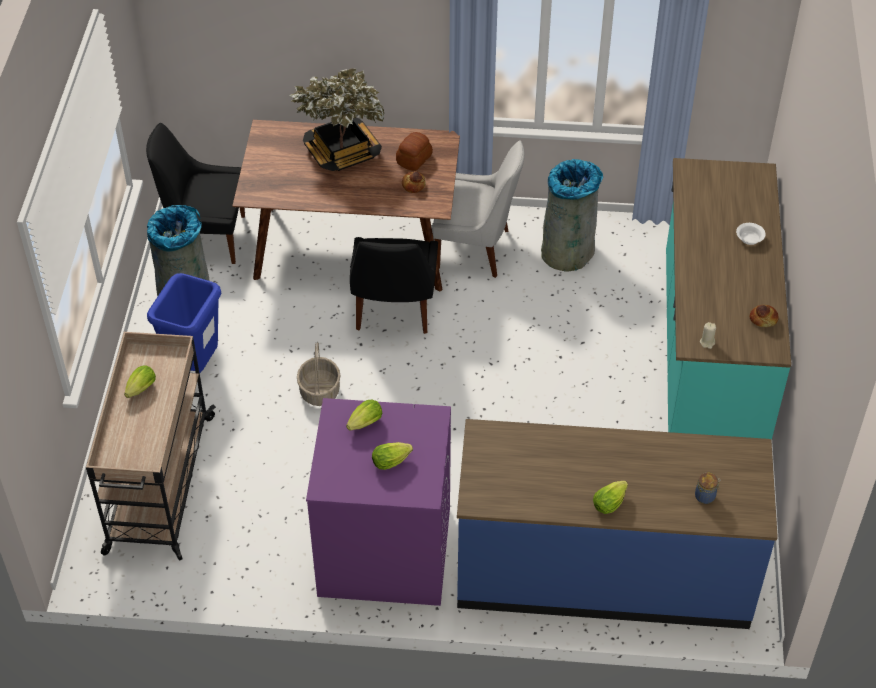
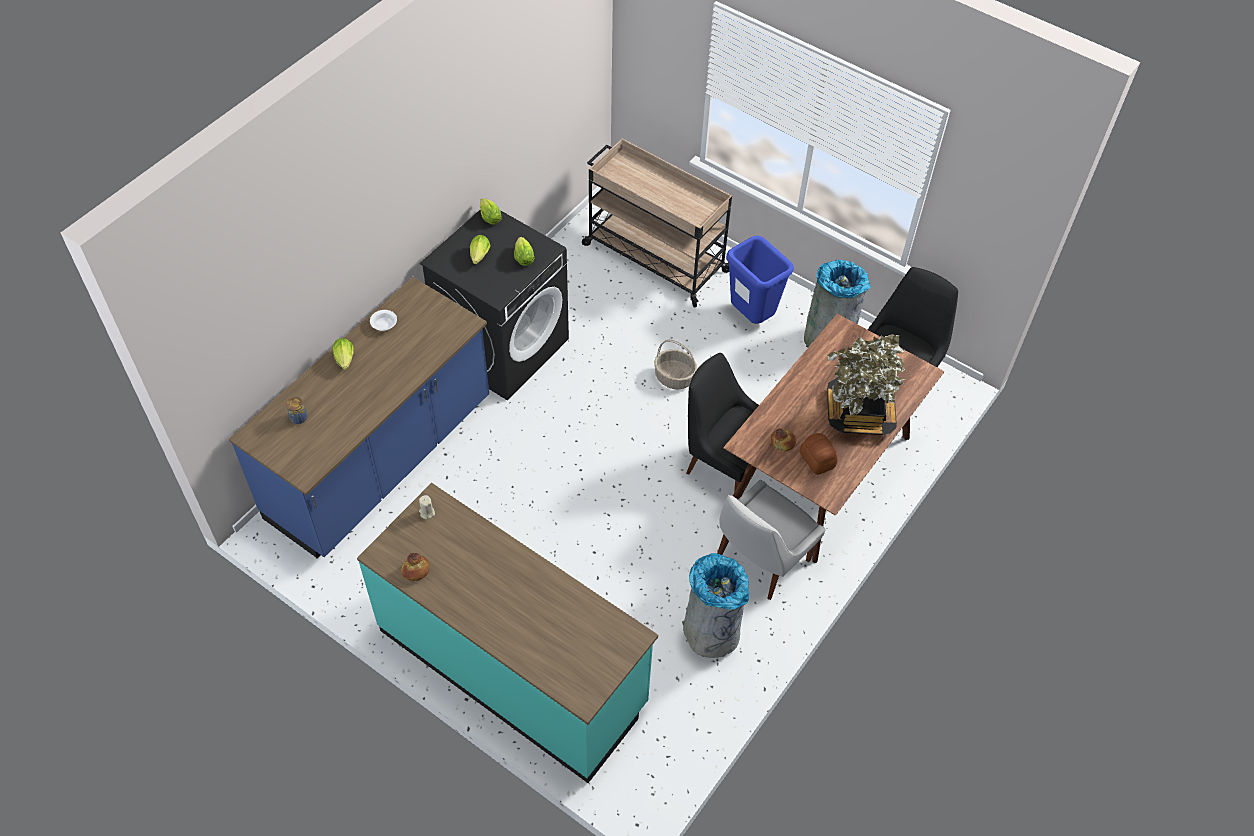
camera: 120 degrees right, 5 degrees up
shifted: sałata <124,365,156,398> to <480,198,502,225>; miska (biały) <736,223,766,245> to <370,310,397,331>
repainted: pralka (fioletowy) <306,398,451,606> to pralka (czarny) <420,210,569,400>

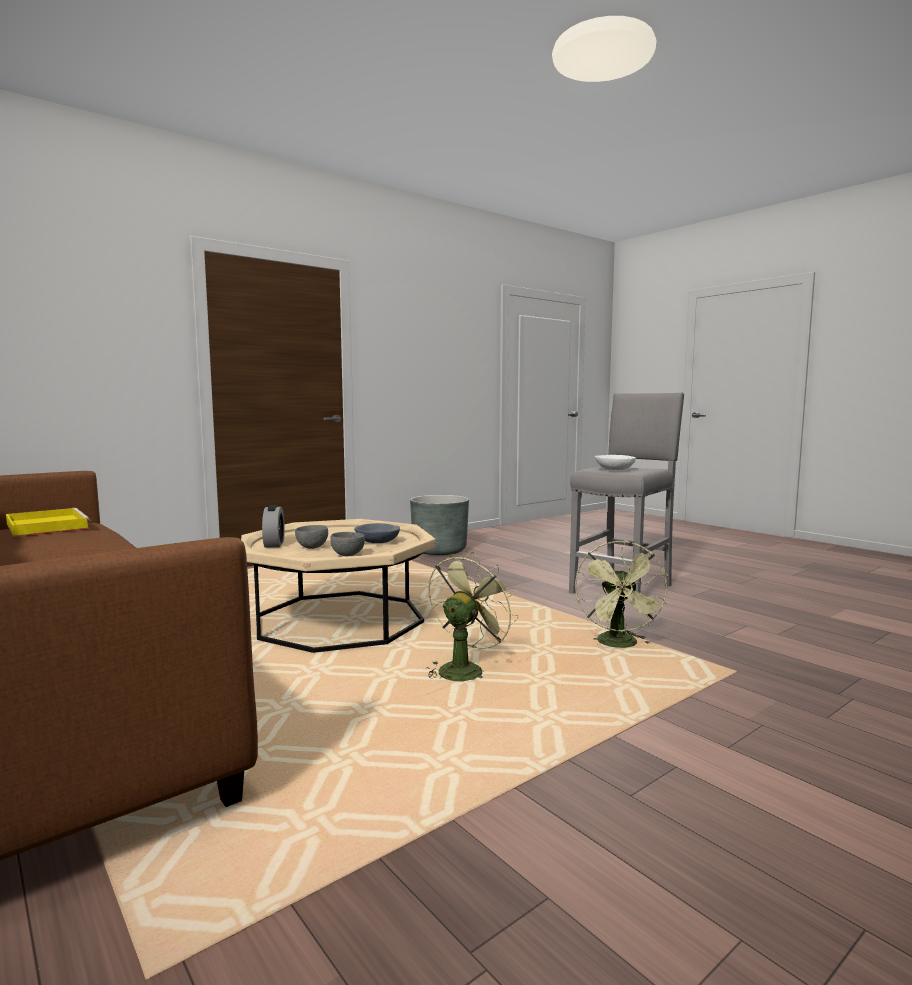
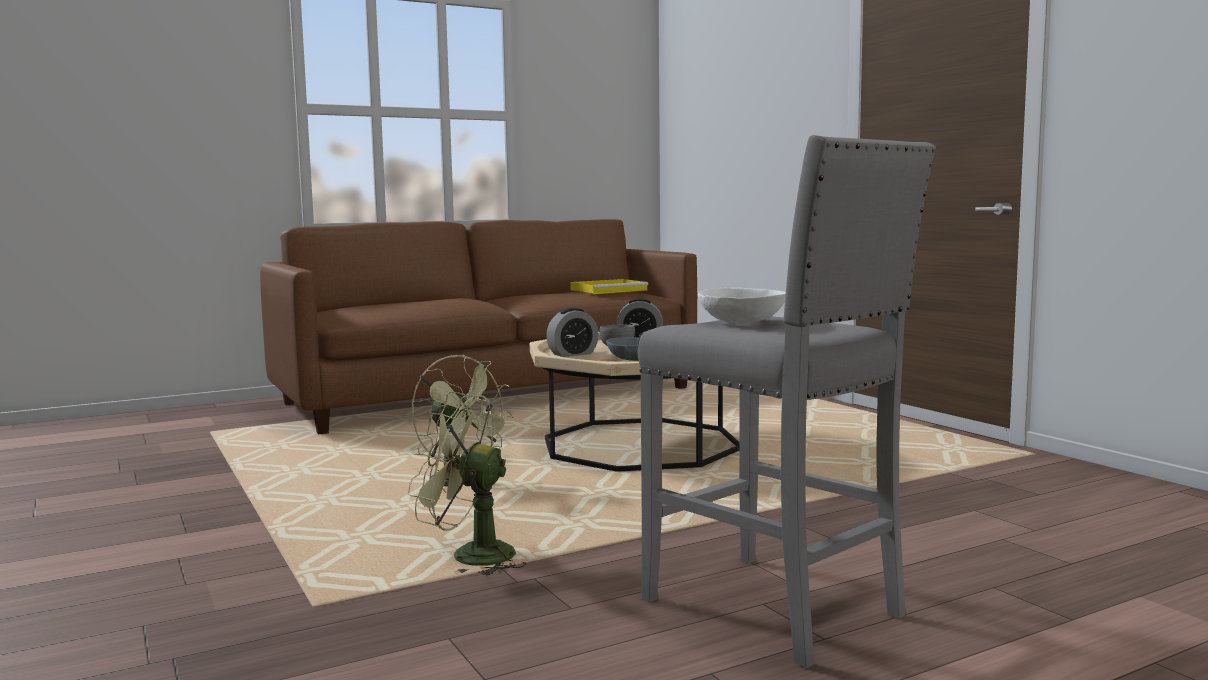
camera: 100 degrees right, 0 degrees up
gone: donica (szary) <410,495,469,555>
swapped: miska (szary) <330,532,365,556> to budzik <546,308,599,357>

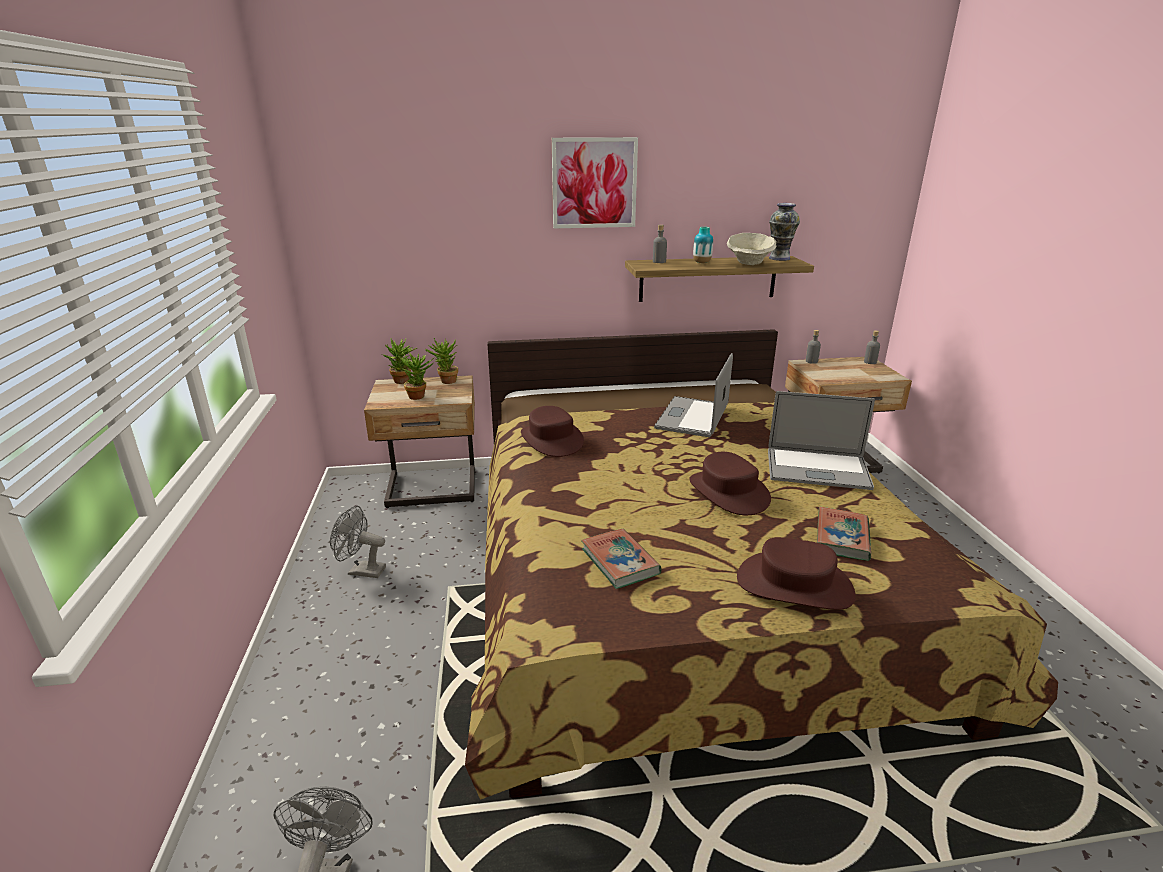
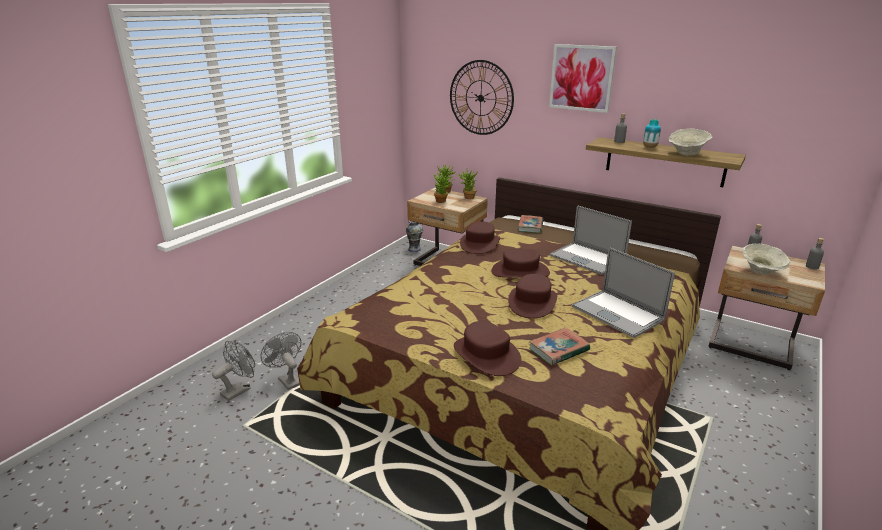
camera: 40 degrees right, 0 degrees up
new: zegar ścienny <450,60,514,135>; kapelusz (brązowy) <492,249,550,278>; miska (beżowy) <742,244,790,275>
shifted: wentylator (szary) <330,506,386,578> to <261,332,301,390>; książka <581,529,662,589> to <518,215,544,233>; wazon <769,203,800,261> to <406,221,423,252>
rotated: laptop <654,353,733,437> = <550,205,632,275> 105 degrees counterclockwise

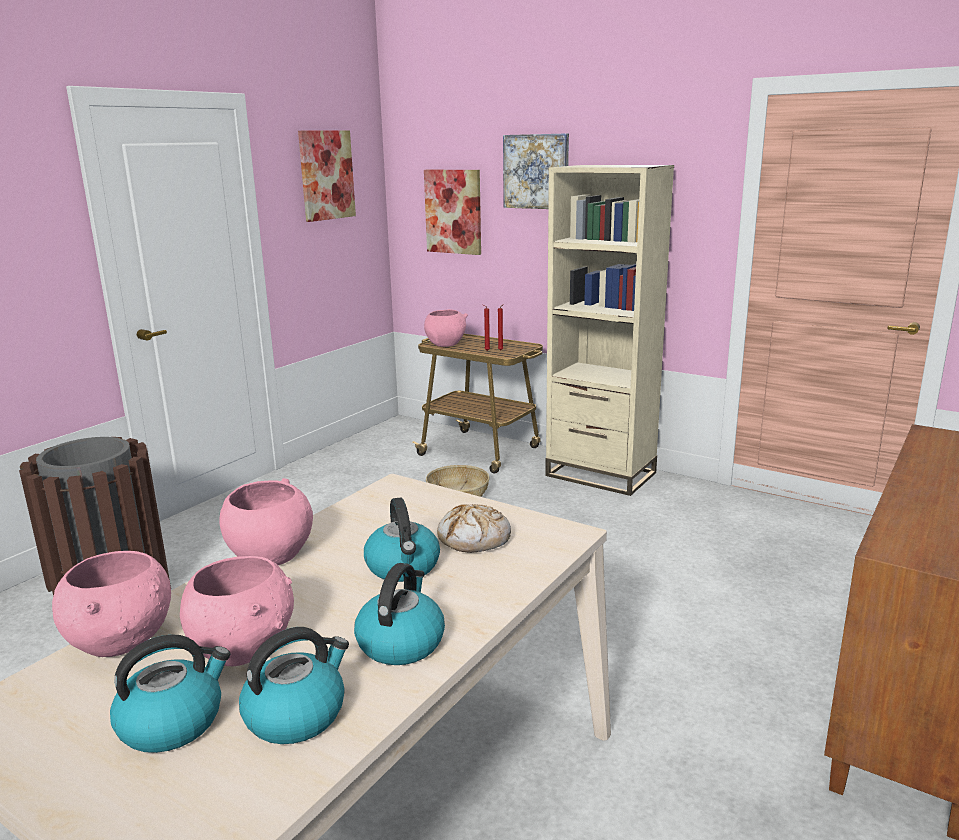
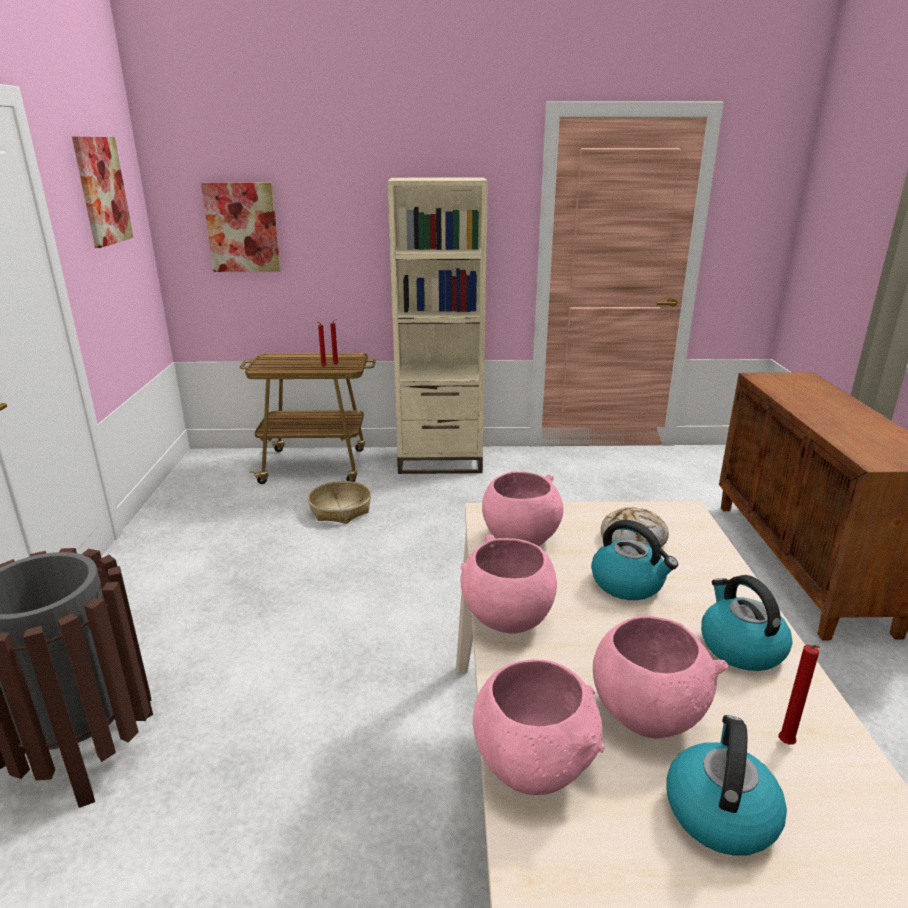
camera: 35 degrees left, 5 degrees up
gone: obraz <503,133,569,209>
shifted: miska (różowy) <424,309,468,347> to <482,471,563,546>
swapped: czajnik <239,627,349,744> to świeca (czerwony) <778,645,820,745>

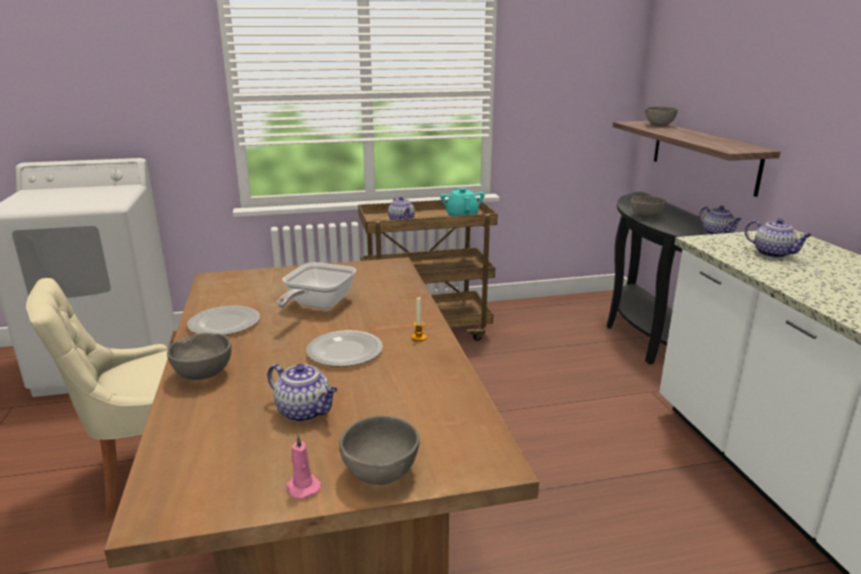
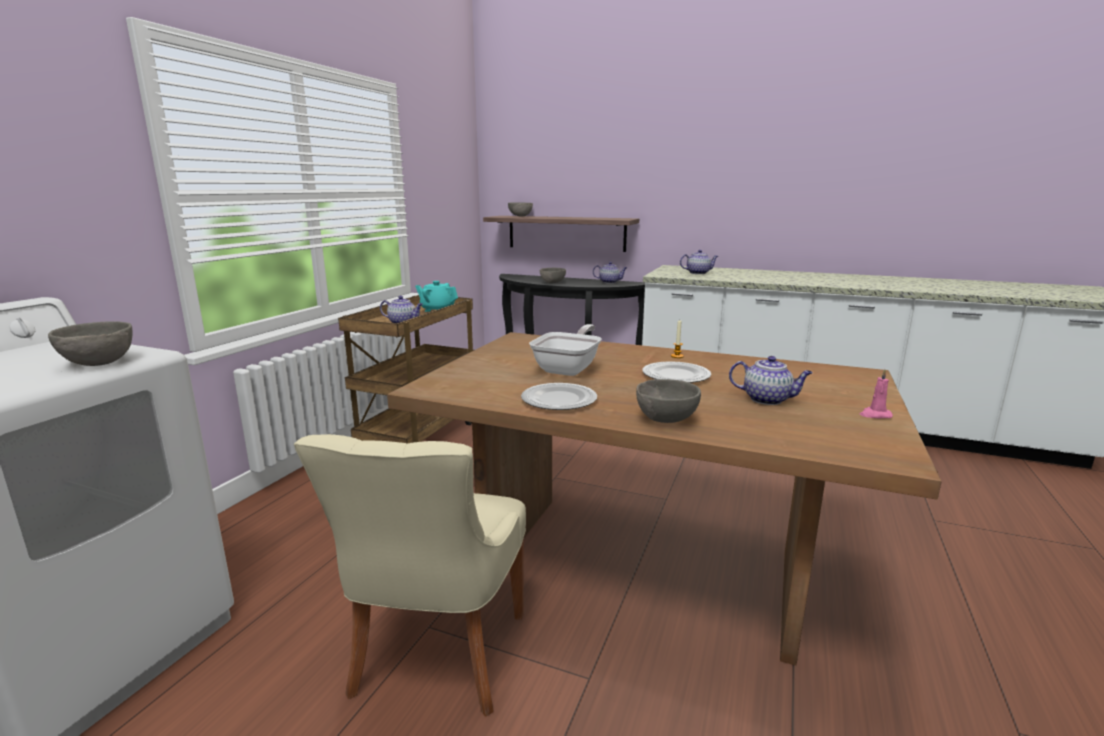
camera: 55 degrees left, 5 degrees down
shifted: miska (szary) <339,416,420,485> to <48,321,132,366>
rotated: imbryk <267,364,338,422> = <729,356,813,405> 45 degrees clockwise; patelnia <277,262,356,309> = <529,324,602,376> 120 degrees counterclockwise

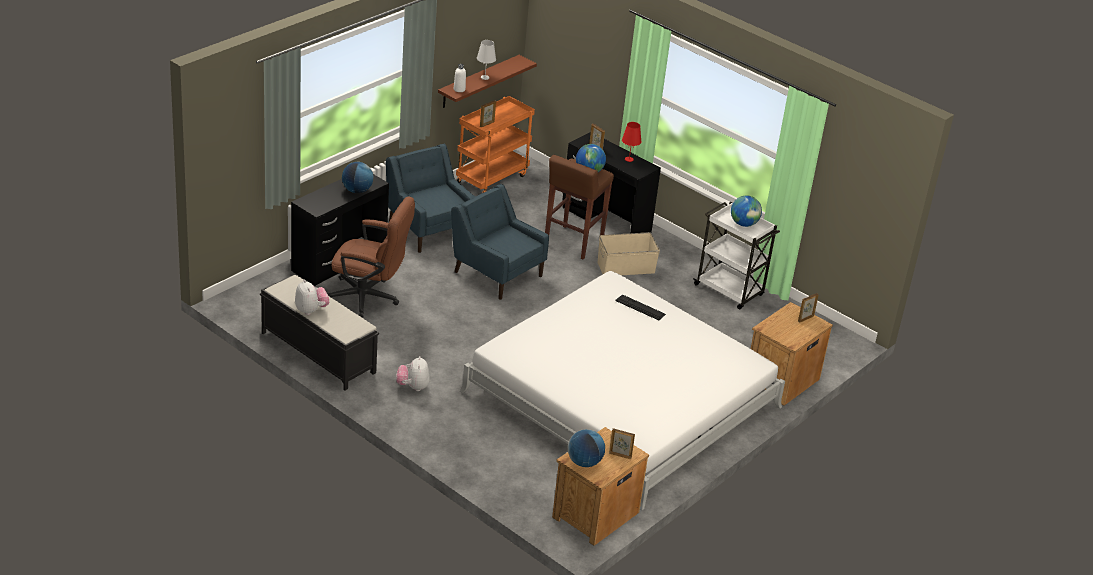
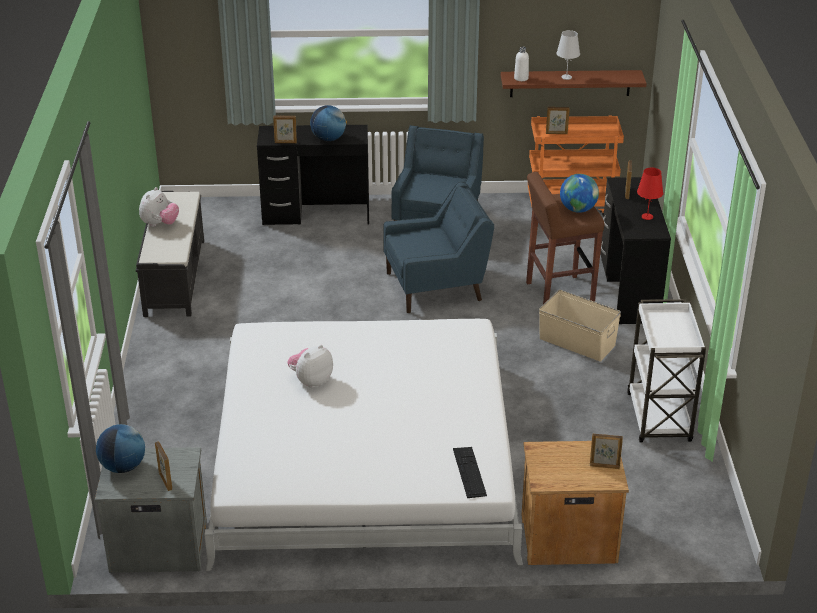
camera: 50 degrees right, 0 degrees up
gone: krzesło biurowe (brązowy) <328,197,415,317>; globus <731,195,762,227>
new: ramka na zdjęcie <273,116,297,143>
shifted: pluszak <396,356,430,391> to <287,345,333,388>; klawiatura <615,294,666,320> to <453,447,487,498>
repainted: szafka nocna (brązowy) <552,427,649,546> to szafka nocna (szary) <95,447,207,573>
rotated: fotel (niebieski) <451,184,549,300> = <383,182,494,313> 75 degrees clockwise

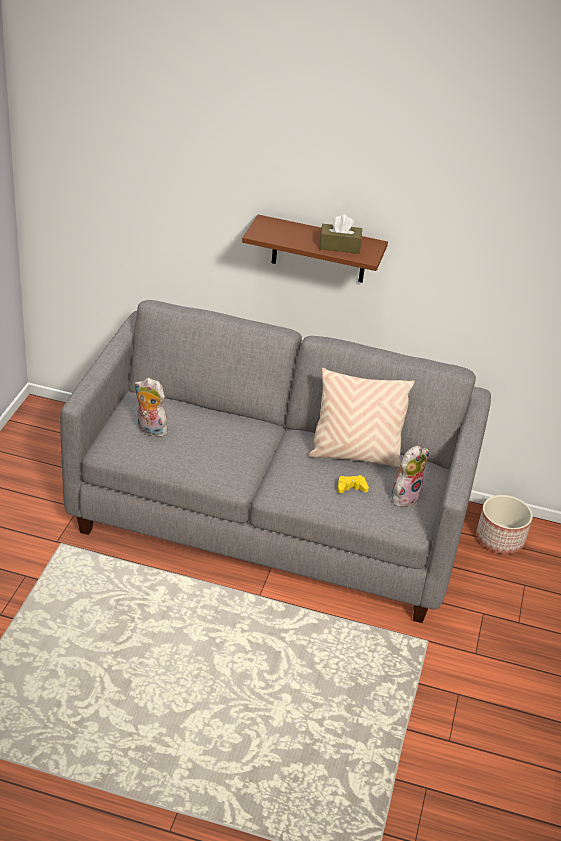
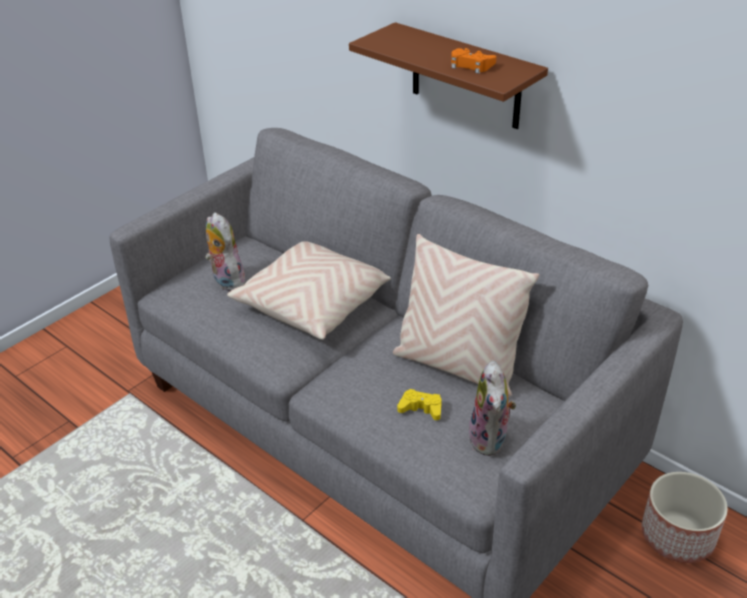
camera: 30 degrees right, 0 degrees up
new: poduszka (beżowy) <227,241,391,340>
swapped: pudełko chusteczek (brązowy) <319,215,362,254> to pad do gier (pomarańczowy) <451,48,496,74>
rotated: pluszak <391,445,429,507> = <468,361,516,456> 105 degrees clockwise

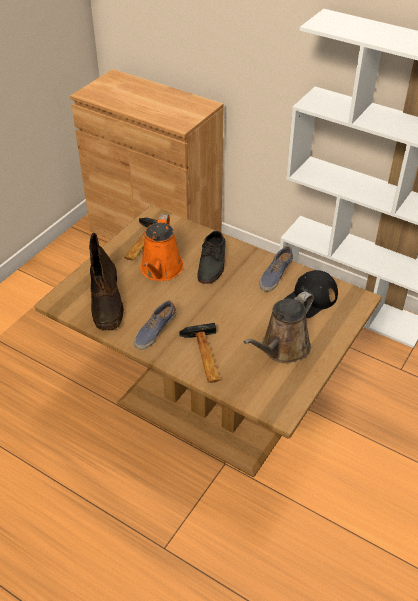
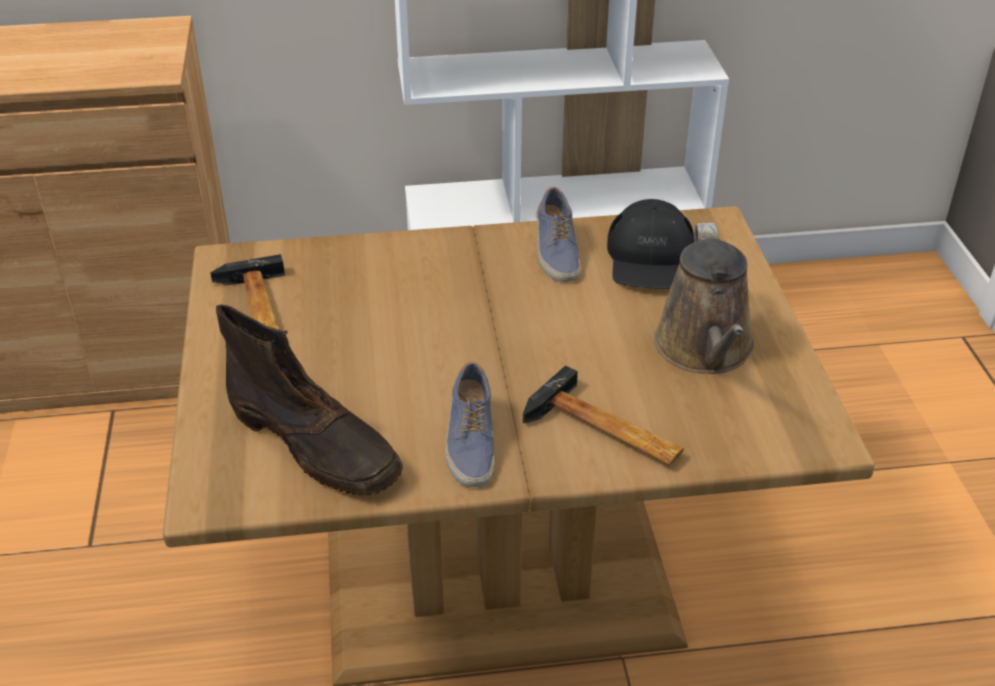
camera: 40 degrees left, 5 degrees down
gone: konewka (pomarańczowy) <140,214,184,281>; but (szary) <197,231,226,284>

